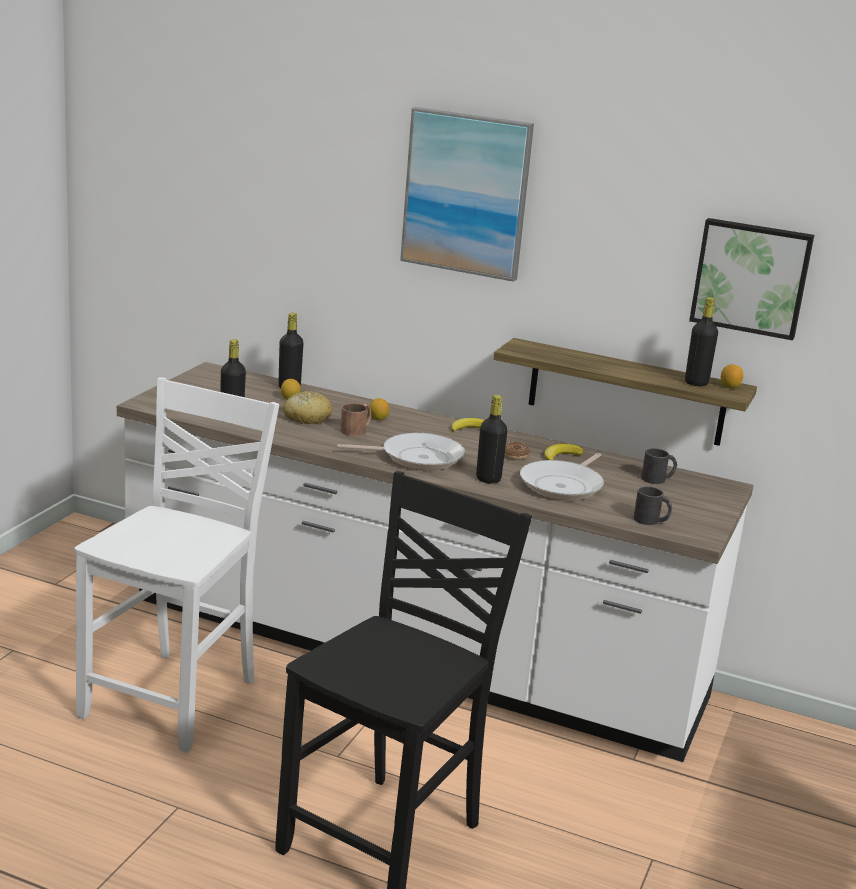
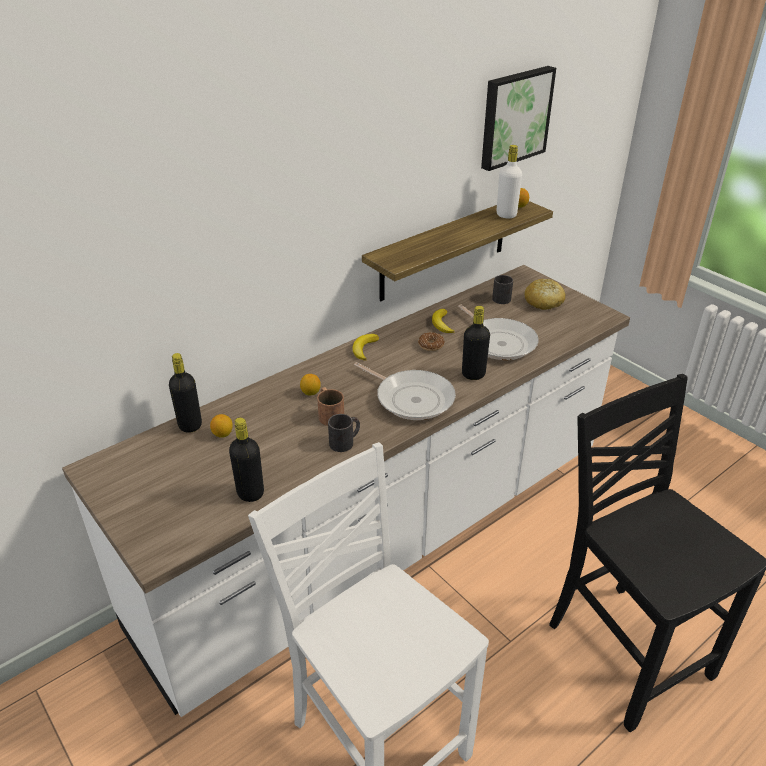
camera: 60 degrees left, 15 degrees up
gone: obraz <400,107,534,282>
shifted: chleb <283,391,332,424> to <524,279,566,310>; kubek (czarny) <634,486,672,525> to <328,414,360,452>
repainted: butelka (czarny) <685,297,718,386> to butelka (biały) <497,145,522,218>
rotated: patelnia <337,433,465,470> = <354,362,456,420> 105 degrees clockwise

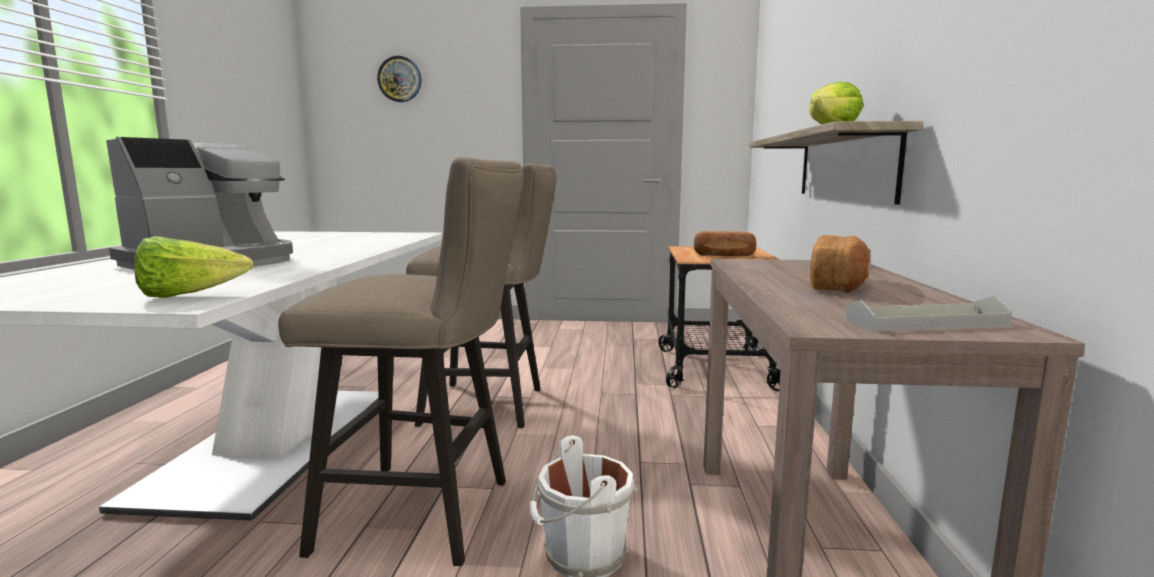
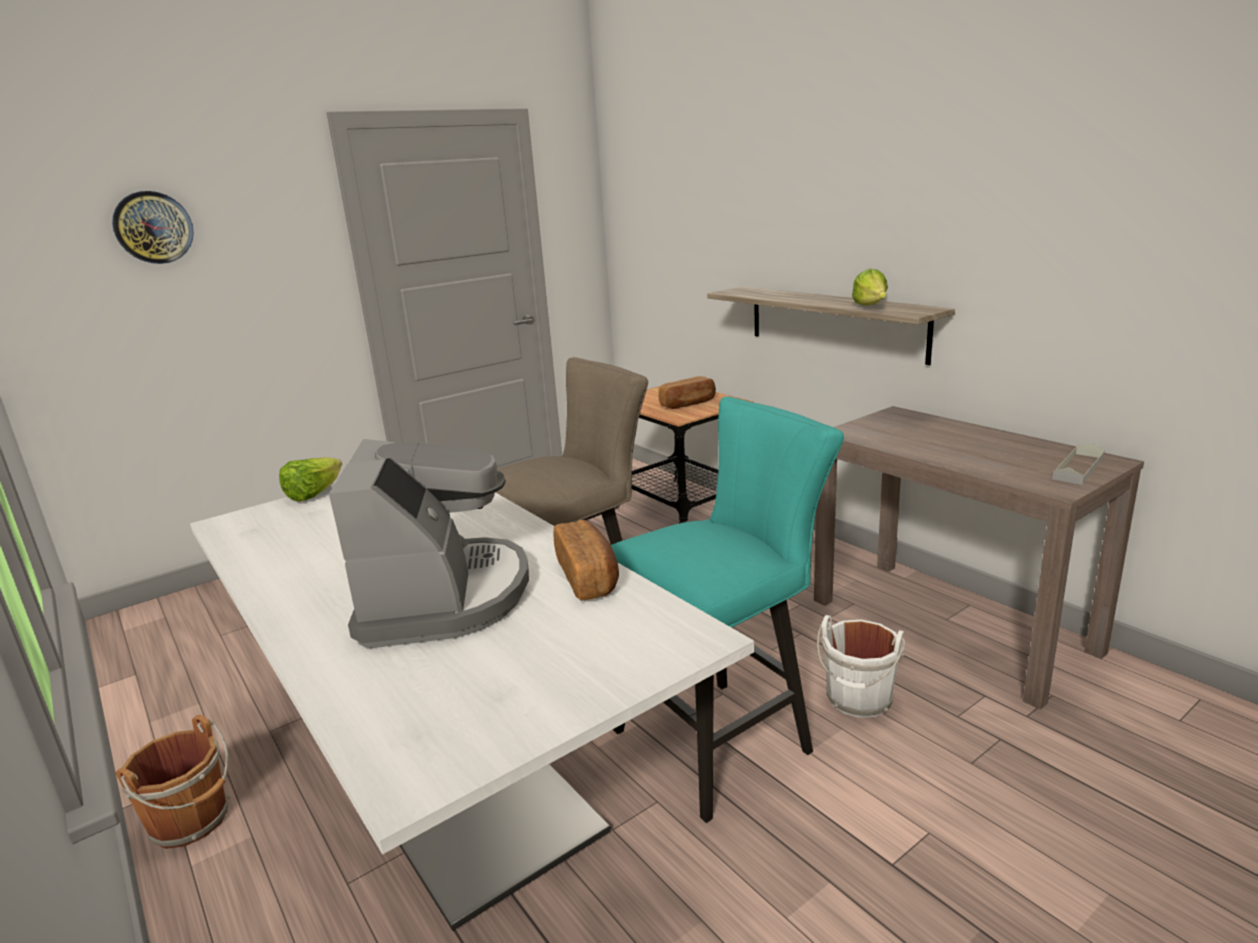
camera: 40 degrees left, 10 degrees up
new: wiadro (brązowy) <115,715,231,849>
shifted: sałata <134,236,254,298> to <279,457,342,502>; chleb <810,235,870,293> to <554,520,619,601>
repainted: stołek (beżowy) <278,157,524,566> to stołek (turkusowy) <611,396,844,823>

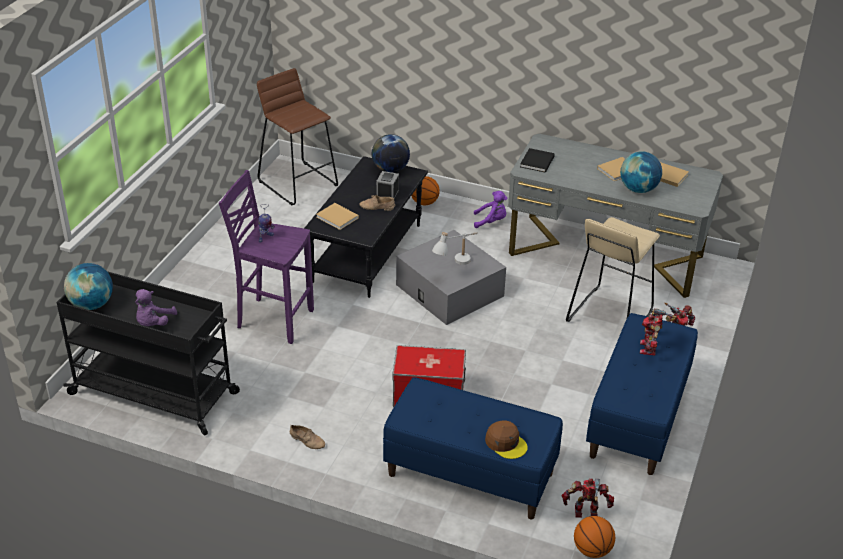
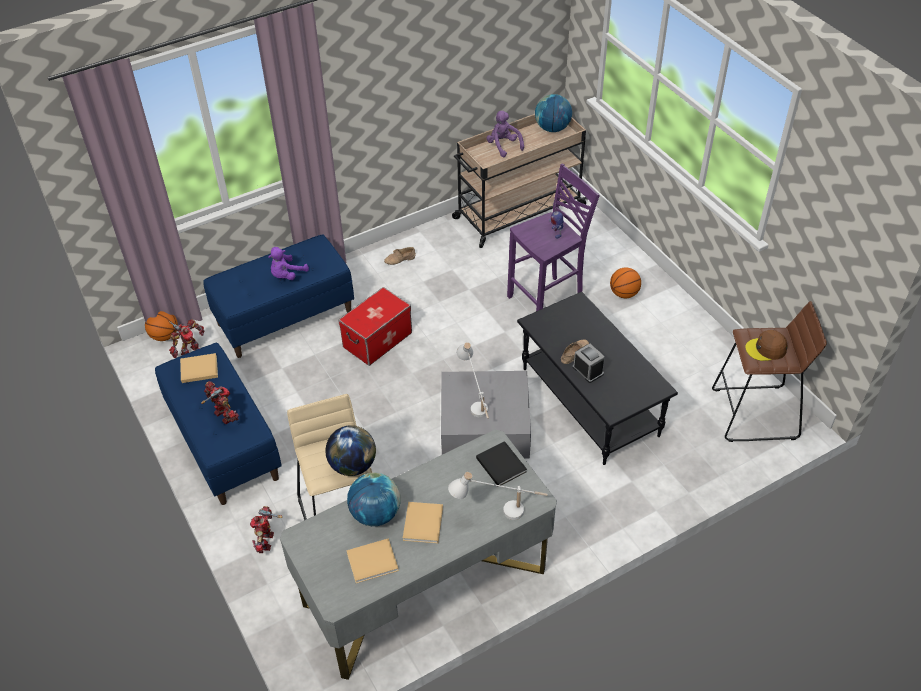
camera: 130 degrees right, 10 degrees up
new: lampa stołowa (biały) <448,472,548,520>
shifted: książka (beżowy) <316,203,359,230> to <180,353,218,383>; globus <372,134,410,173> to <325,425,376,476>; piłka do koszykówki <411,176,440,205> to <610,267,641,298>; pluszak (fioletowy) <474,191,507,228> to <268,247,309,280>; czapka z daszkiem (brązowy) <485,420,528,459> to <745,330,788,361>
repainted: wózek (czarny) <57,271,240,436> to wózek (beżowy) <452,114,588,248>

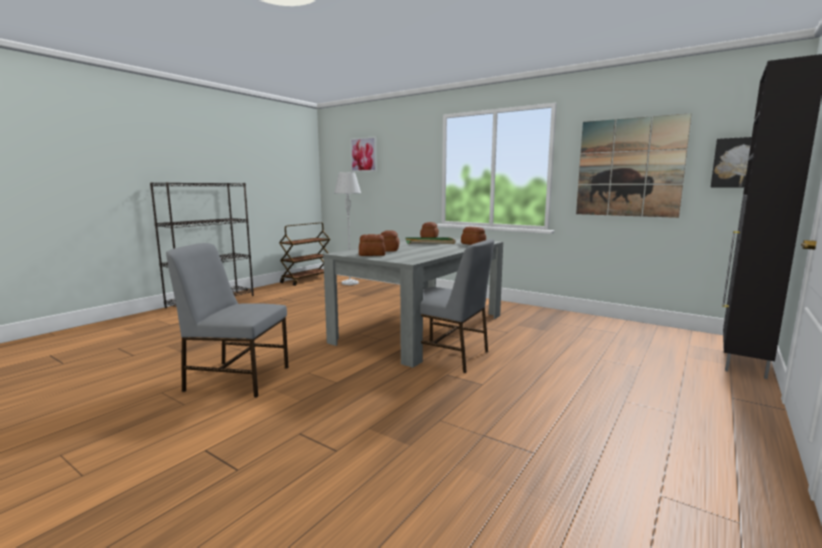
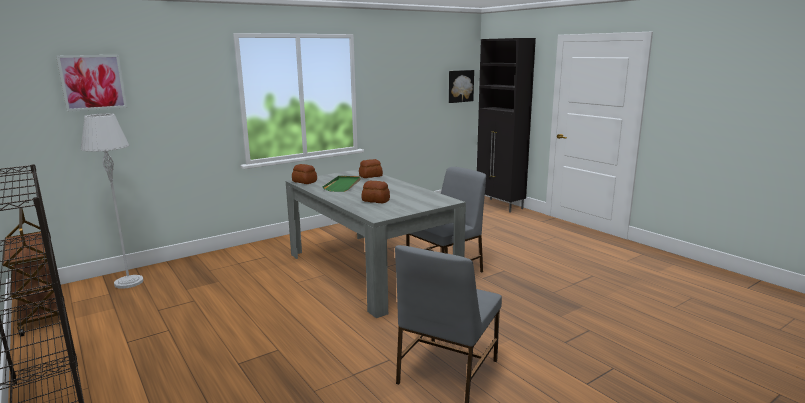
camera: 70 degrees left, 5 degrees up
gone: chleb <359,234,386,256>; obraz <576,113,692,218>

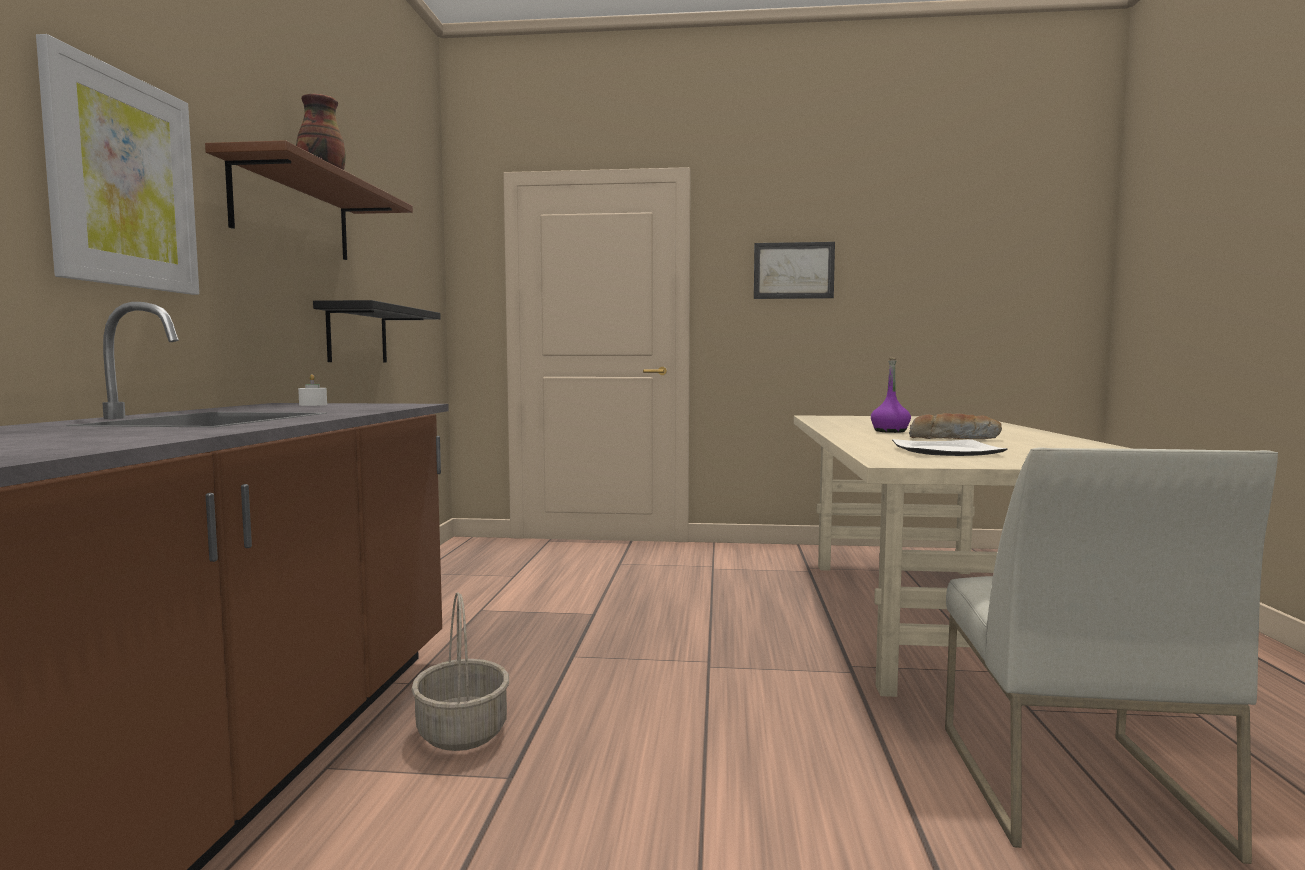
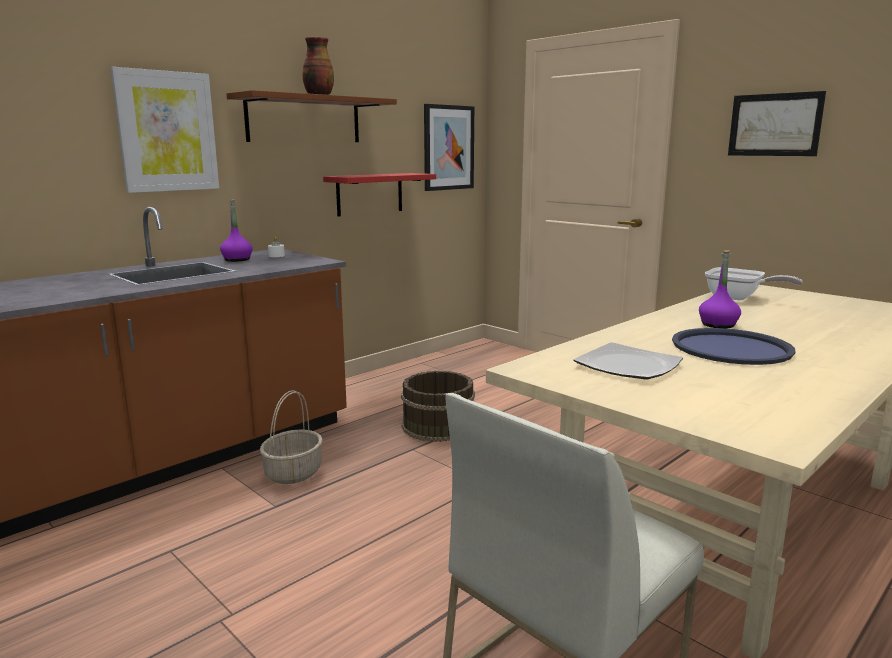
camera: 40 degrees right, 10 degrees up
new: butelka (fioletowy) <220,199,253,262>; wiadro (brązowy) <401,371,475,442>; obraz <424,104,474,191>; patelnia <705,267,802,300>
swapped: chleb <909,413,1002,439> to taca (niebieski) <672,328,795,365>
repainted: półka (czarny) <313,300,441,363> to półka (czerwony) <323,173,436,217>

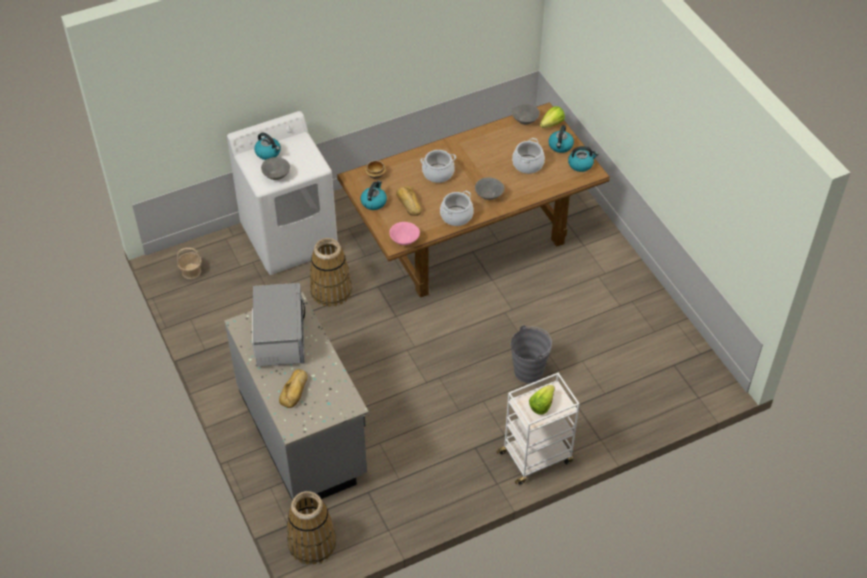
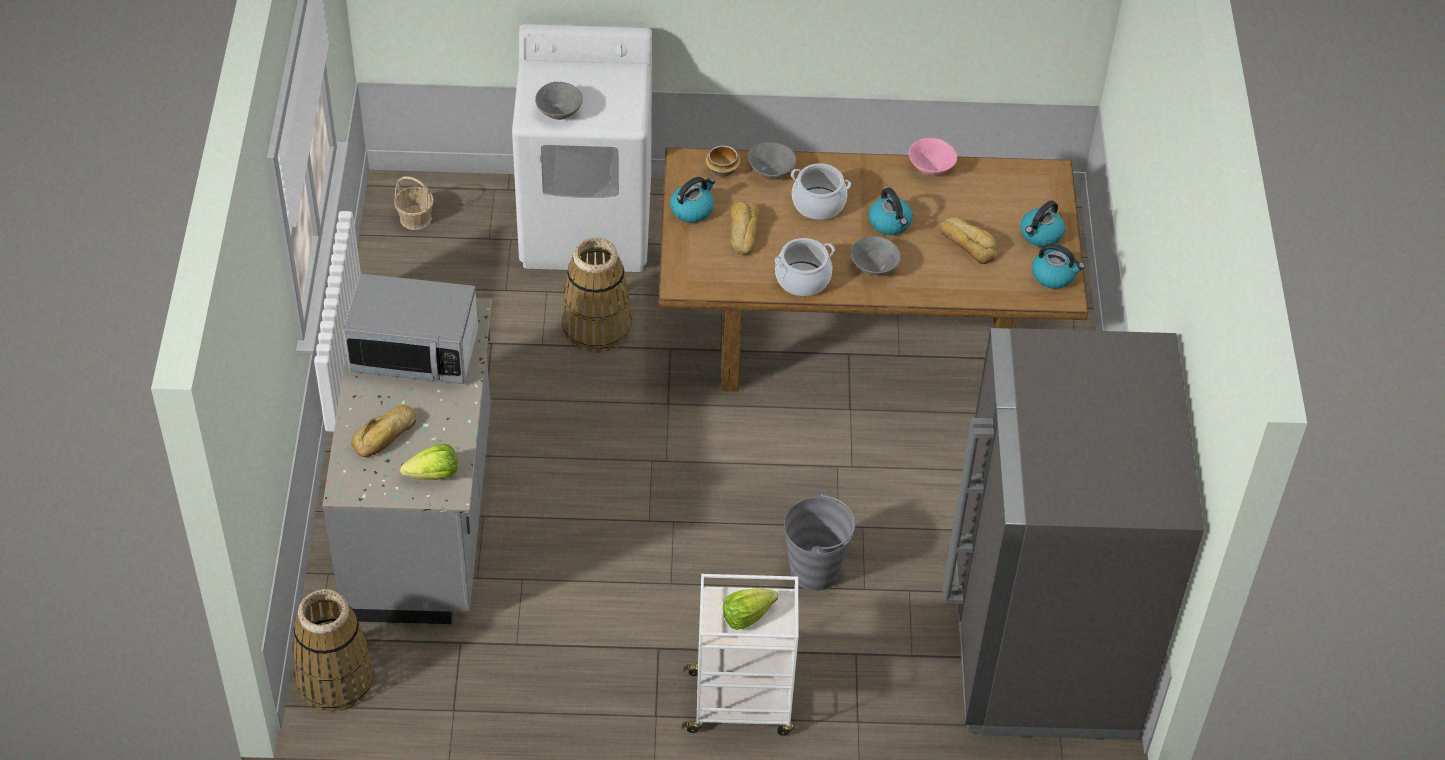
camera: 25 degrees right, 0 degrees up
new: lodówka (szary) <942,328,1204,740>
shifted: czajnik <254,132,281,160> to <868,188,913,235>; miska (różowy) <389,222,420,245> to <909,138,957,175>; miska (szary) <512,104,540,125> to <748,142,796,180>; sałata <540,106,565,128> to <400,444,458,480>
swapped: garnek <512,138,545,174> to chleb <940,217,998,264>
rotated: mikrofalówka <252,283,305,366> = <343,273,478,384> 75 degrees clockwise

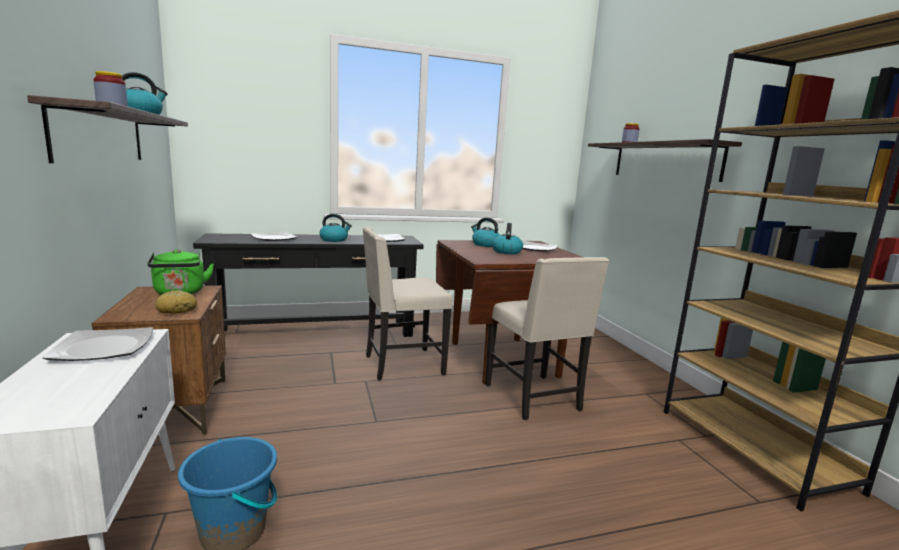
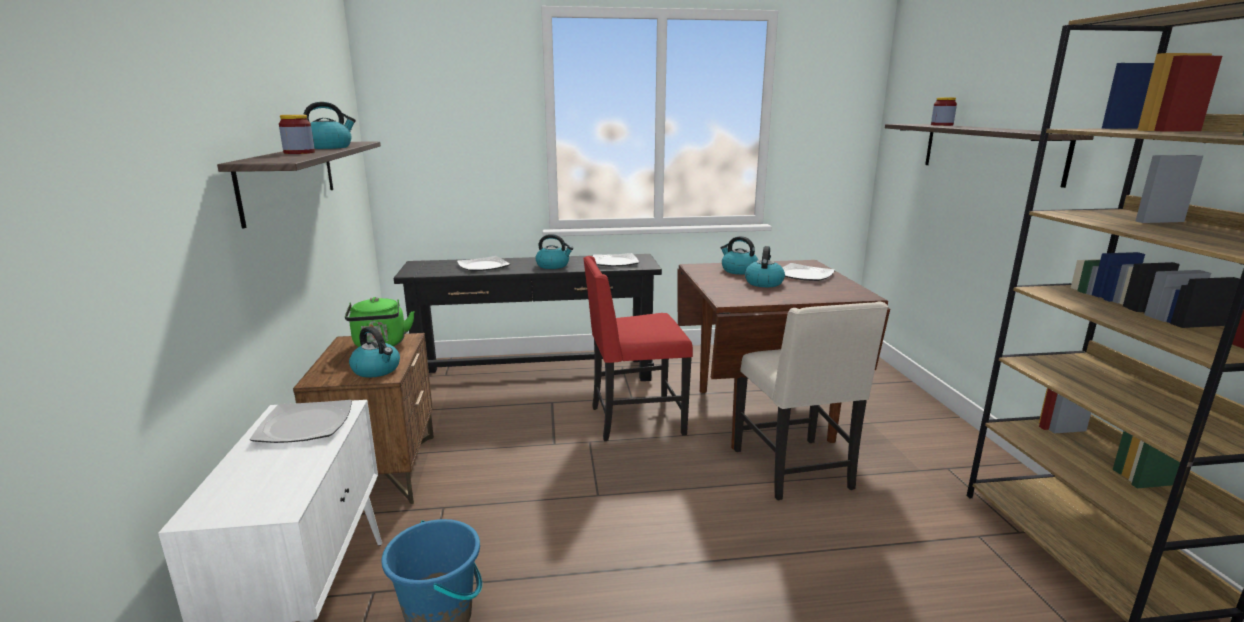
camera: 10 degrees right, 5 degrees up
swapped: chleb <155,290,197,314> to czajnik <349,327,400,377>
repainted: krzesło (beżowy) <363,227,453,381> to krzesło (czerwony) <583,256,693,441>

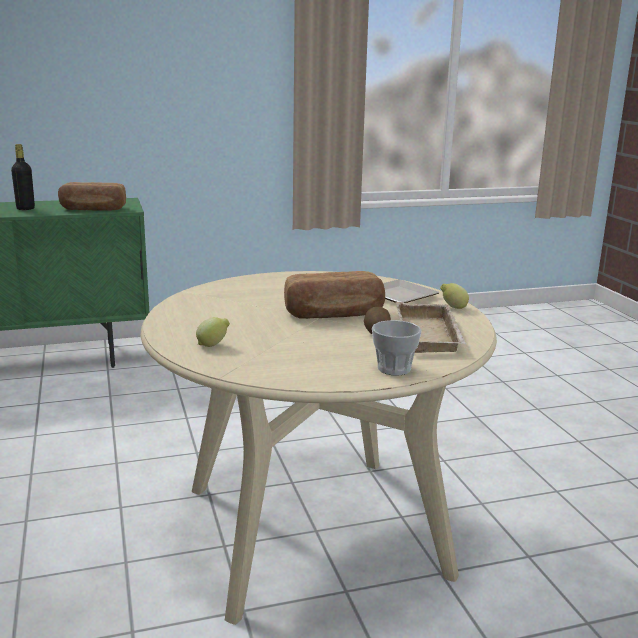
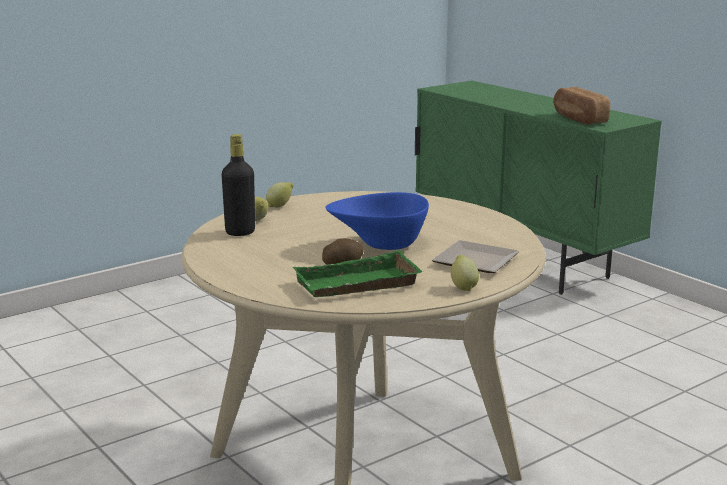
camera: 70 degrees right, 0 degrees up
gone: filiżanka <372,320,422,376>
new: cytryna <266,182,293,208>
shifted: butelka (czarny) <11,144,35,210> to <221,134,255,236>
swapped: chleb <284,271,385,319> to miska (niebieski) <325,192,429,250>
repainted: taca (beżowy) <396,302,466,353> to taca (zielony) <293,250,423,297>

